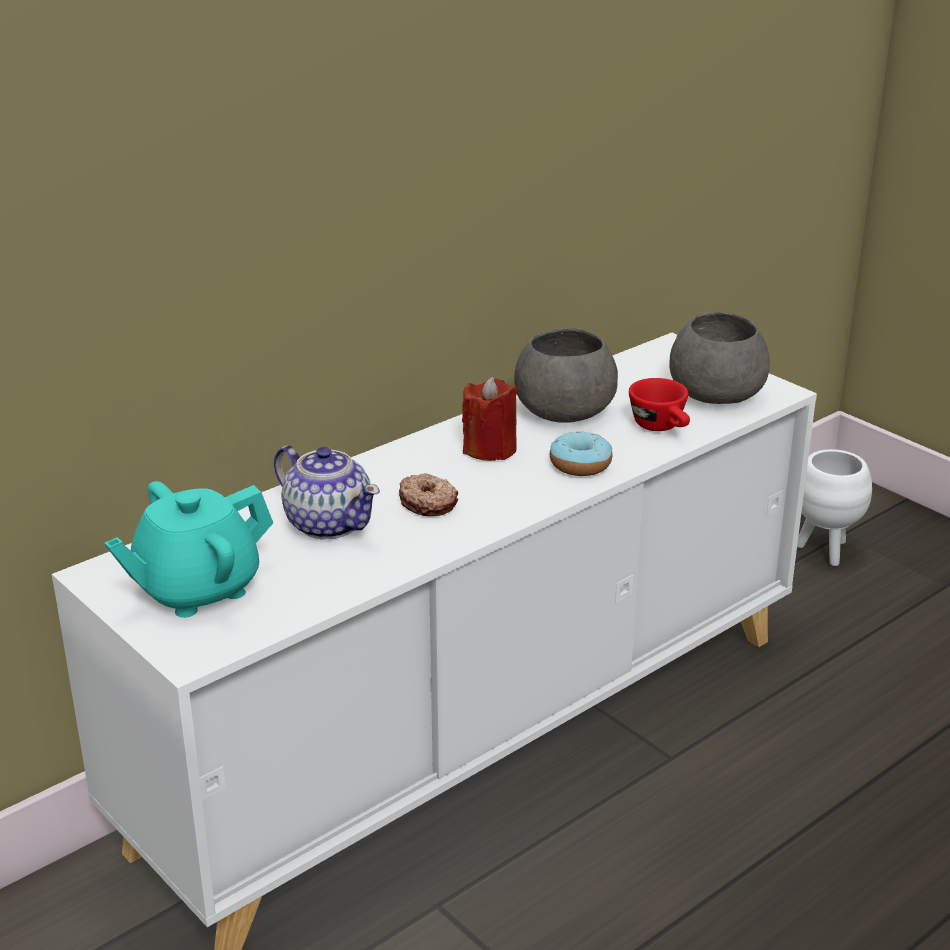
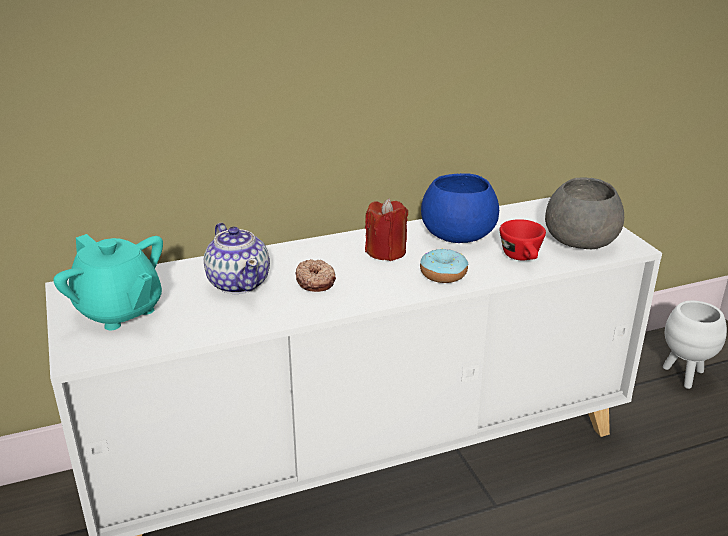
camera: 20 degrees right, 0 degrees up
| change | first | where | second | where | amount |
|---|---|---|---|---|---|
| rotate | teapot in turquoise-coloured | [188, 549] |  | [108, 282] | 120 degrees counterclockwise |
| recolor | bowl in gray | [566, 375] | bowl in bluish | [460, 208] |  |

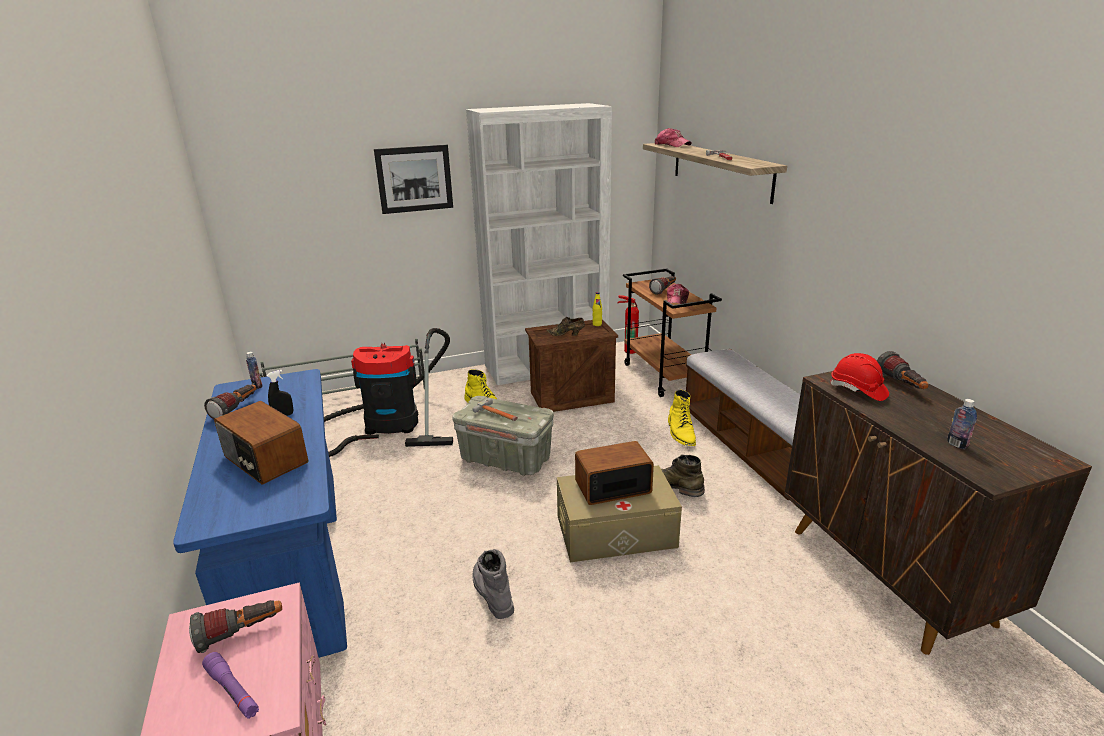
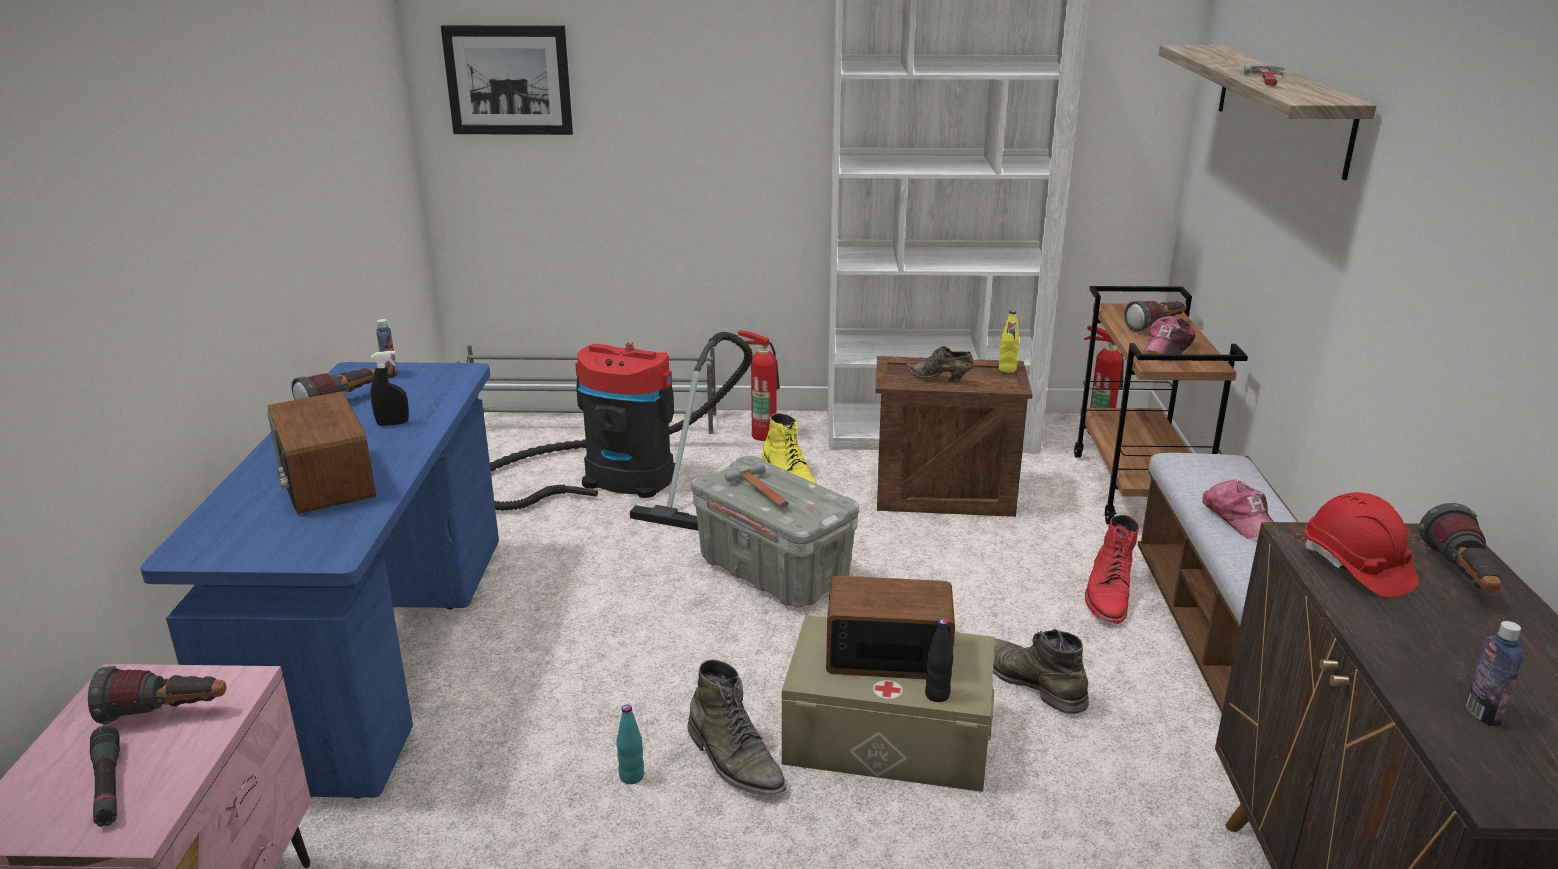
camera: 20 degrees right, 0 degrees up
| change | first | where | second | where | amount |
|---|---|---|---|---|---|
| recolor | hand torch in purple | [230, 685] | hand torch in black-coloured | [105, 776] |  |
| move | picture | [413, 179] |  | [507, 80] |  |
| replace | boot in gray | [493, 584] | bottle in turquoise-coloured | [630, 744] |  |
| insert |  |  | boot in greenish | [737, 727] |  |
| insert |  |  | fire extinguisher | [759, 385] |  |
| insert |  |  | bottle in black-coloured | [939, 660] |  |
| recolor | boot in yellowish | [682, 418] | boot in red | [1112, 569] |  |
| move | cap | [673, 137] |  | [1238, 509] |  |

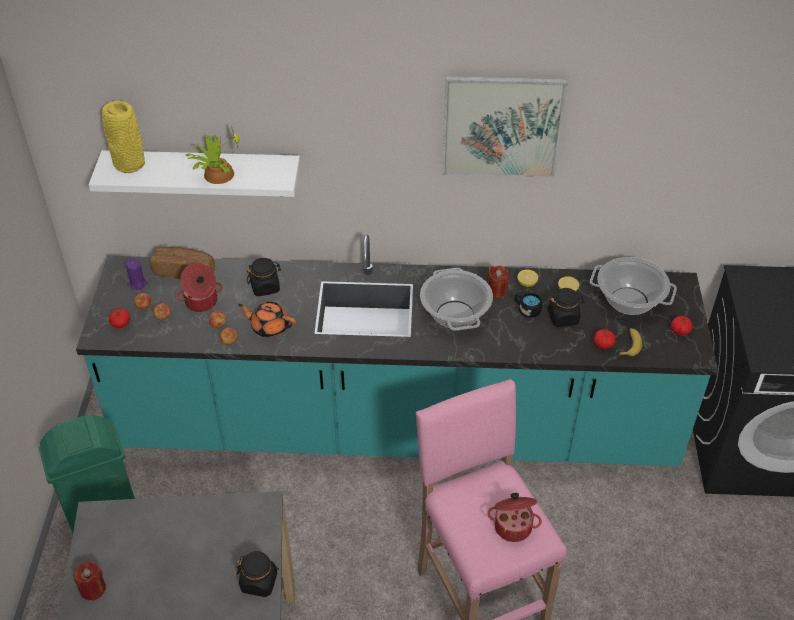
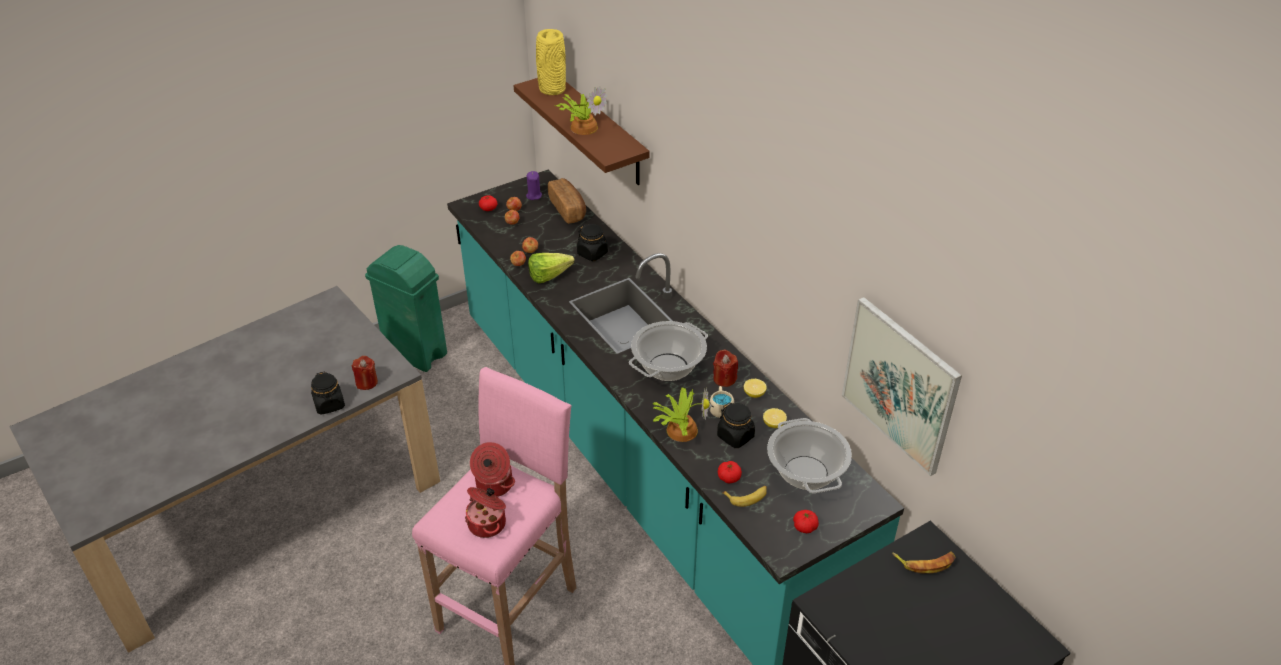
camera: 55 degrees right, 5 degrees down
| change | first | where | second | where | amount |
|---|---|---|---|---|---|
| move | candle in red | [89, 581] |  | [365, 373] |  |
| move | stockpot | [199, 287] |  | [492, 469] |  |
| recolor | bracket shelf in whitish | [194, 173] | bracket shelf in brown | [582, 131] |  |
| replace | teapot in orangey | [267, 319] | head of lettuce | [551, 268] |  |
| insert |  |  | houseplant | [681, 414] |  |
| recolor | coffee mug in black-coloured | [528, 305] | coffee mug in beige-coloured | [721, 402] |  |
| move | picture | [505, 127] |  | [902, 386] |  |
| insert |  |  | banana fruit | [924, 563] |  |

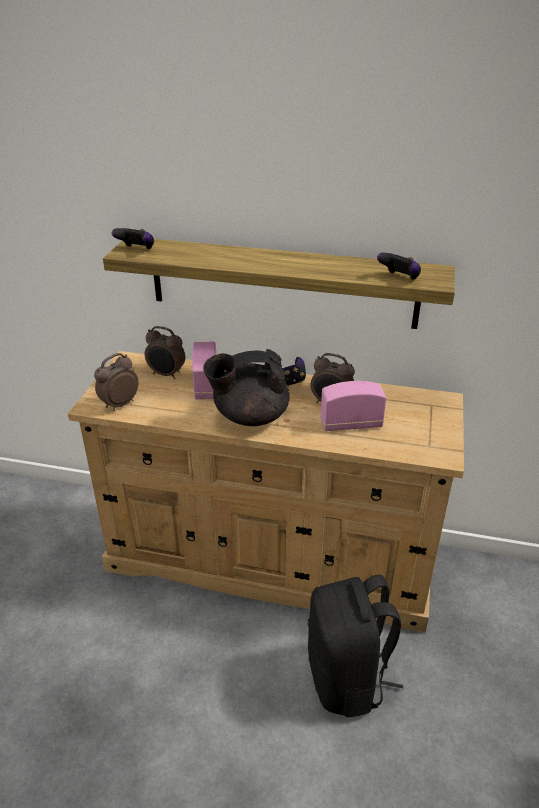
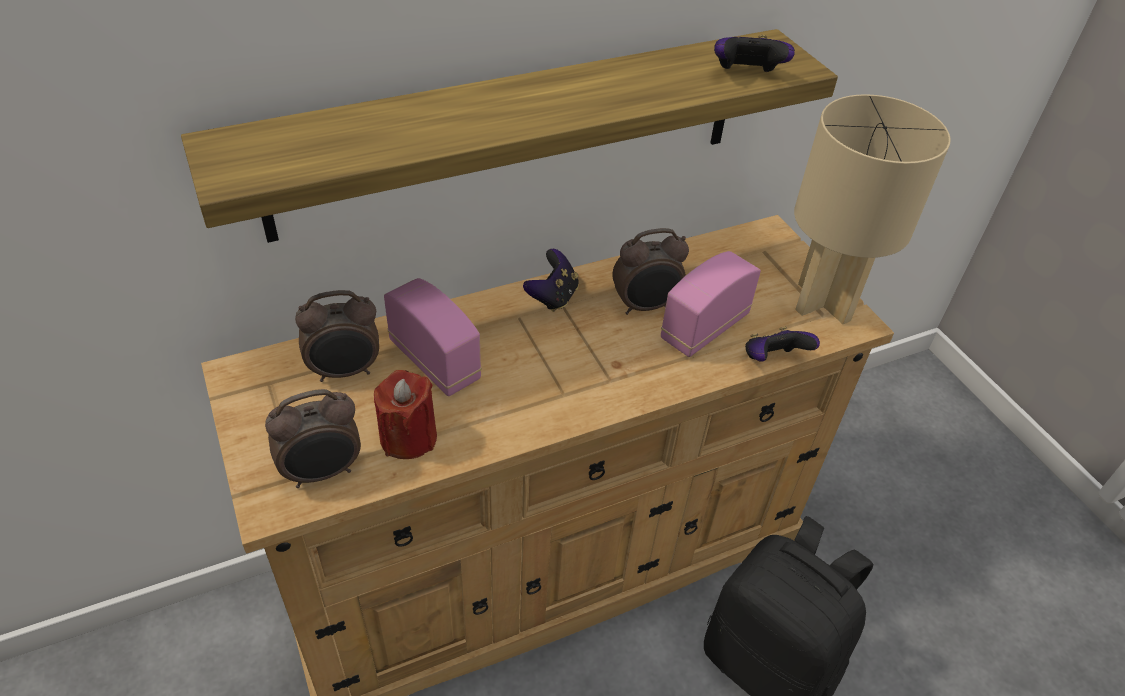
camera: 40 degrees left, 10 degrees up
| change | first | where | second | where | amount |
|---|---|---|---|---|---|
| rotate | alarm clock | [116, 382] |  | [313, 438] | 120 degrees counterclockwise |
| insert |  |  | candle in red | [405, 414] |  |
| move | gamepad | [133, 239] |  | [782, 344] |  |
| insert |  |  | lamp for a table in beige-coloured | [872, 209] |  |
| delete | teapot in black-coloured | [246, 387] |  |  |  |

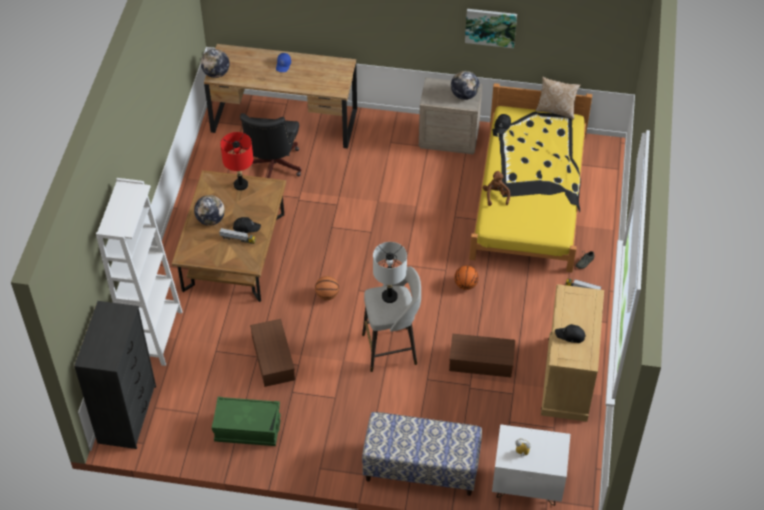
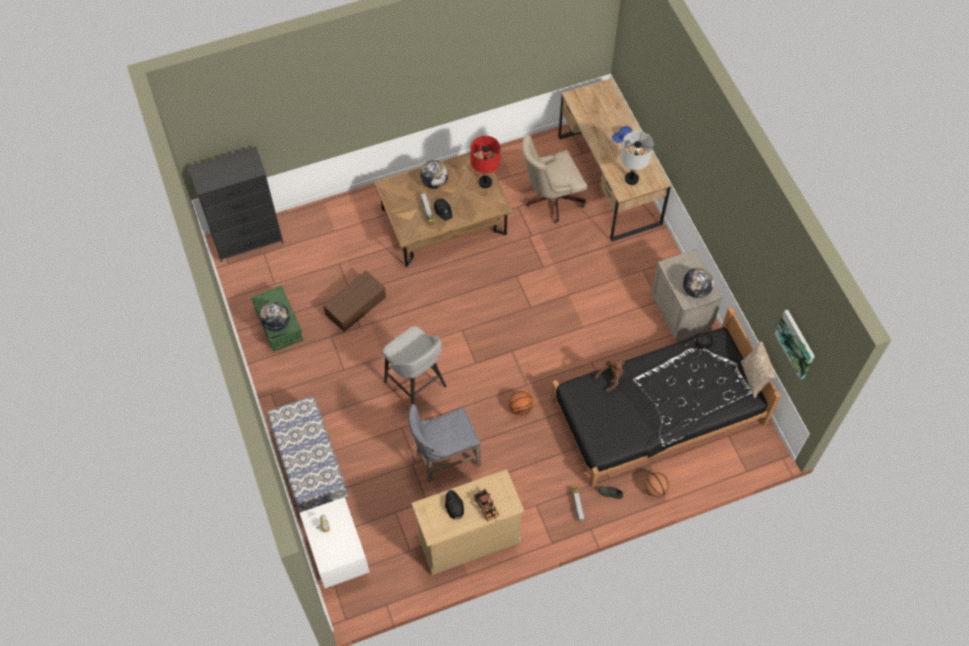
camera: 60 degrees right, 10 degrees up
| change | first | where | second | where | amount |
|---|---|---|---|---|---|
| move | desk globe | [215, 63] |  | [275, 316] |  |
| replace | storage bin in brown | [482, 355] | stool in gray | [444, 443] |  |
| insert |  |  | toy lorry | [486, 505] |  |
| recolor | computer chair in black-coloured | [270, 145] | computer chair in beige-coloured | [554, 179] |  |
| recolor | bedroom bed in yellowish | [530, 177] | bedroom bed in black-coloured | [666, 397] |  |
| move | lamp for a table in gray | [390, 272] |  | [636, 158] |  |
| move | basketball | [327, 288] |  | [657, 484] |  |
| move | picture | [491, 28] |  | [795, 345] |  |
| delete | bookshelf in whitish | [139, 272] |  |  |  |

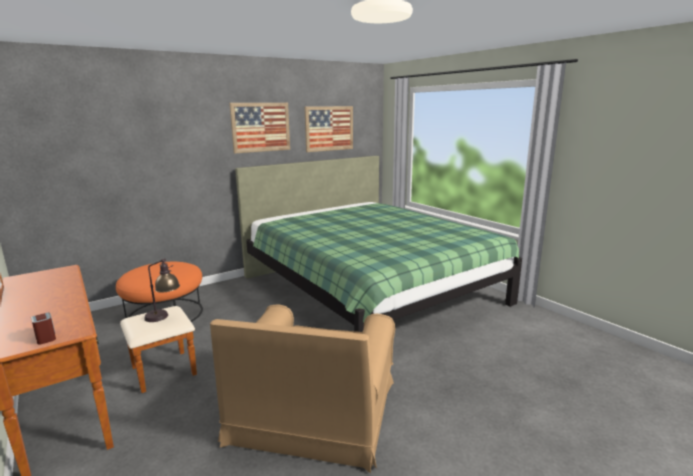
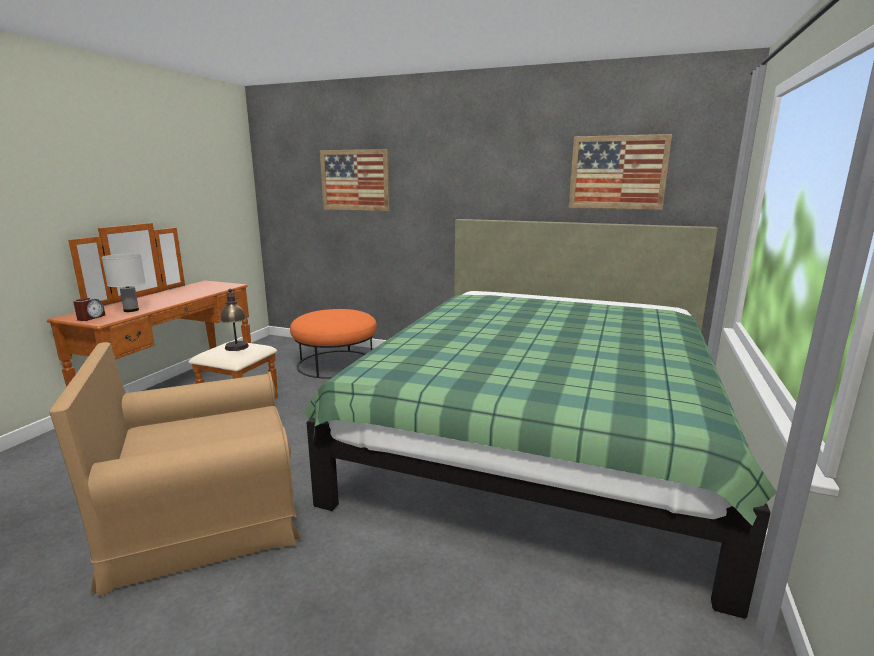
camera: 55 degrees right, 0 degrees up
| change | first | where | second | where | amount |
|---|---|---|---|---|---|
| insert |  |  | lamp for a table in whitish | [124, 283] |  |
| move | picture | [259, 128] |  | [355, 180] |  |

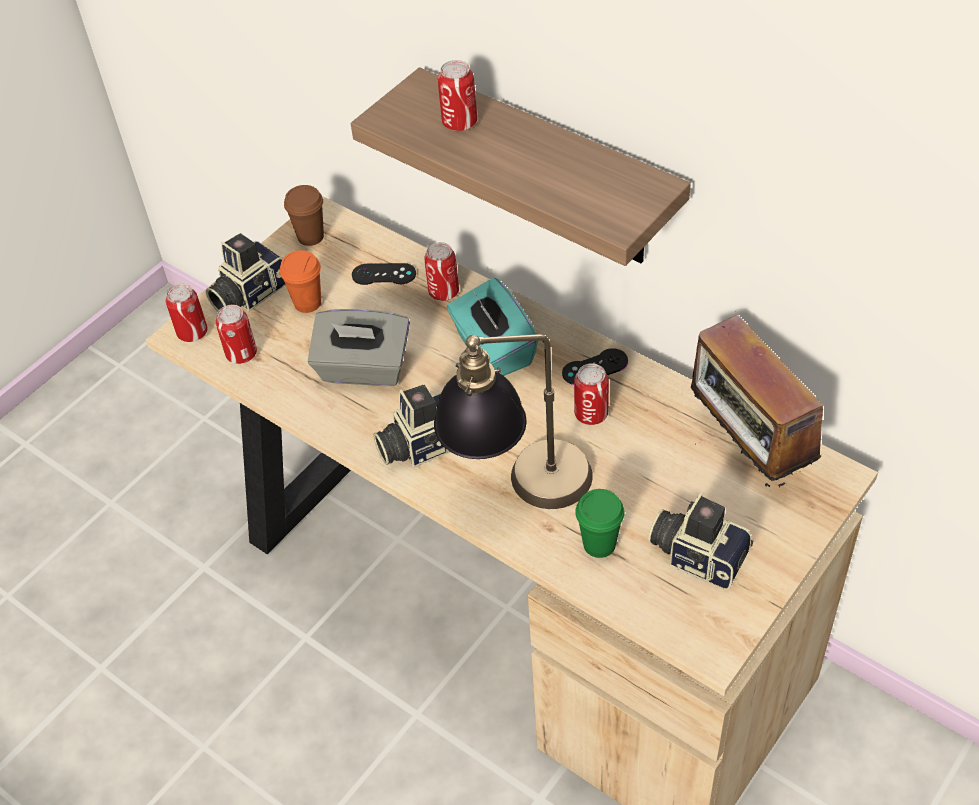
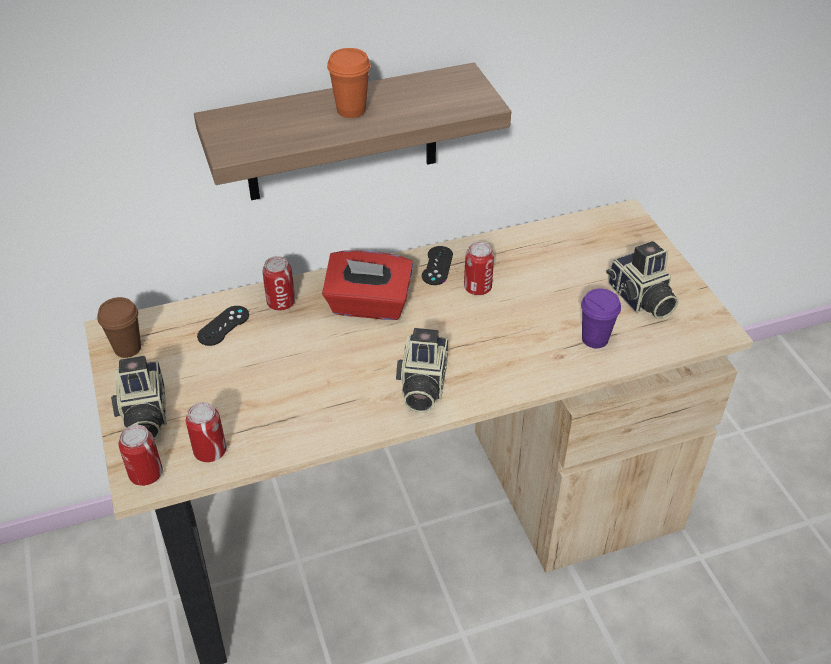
camera: 60 degrees left, 5 degrees down
| change | first | where | second | where | amount |
|---|---|---|---|---|---|
| recolor | tissue holder in turquoise-coloured | [492, 327] | tissue holder in red | [367, 285] |  |
| move | drinking cup in orangey | [300, 281] |  | [349, 83] |  |
| recolor | drinking cup in greenish | [599, 523] | drinking cup in purple | [601, 318] |  |
| rotate | photo camera | [700, 541] |  | [642, 280] | 90 degrees counterclockwise |
| delete | tissue holder in gray | [359, 347] |  |  |  |
| delete | lamp for a table | [513, 421] |  |  |  |
| delete | can | [457, 95] |  |  |  |
| delete | radio receiver | [757, 403] |  |  |  |

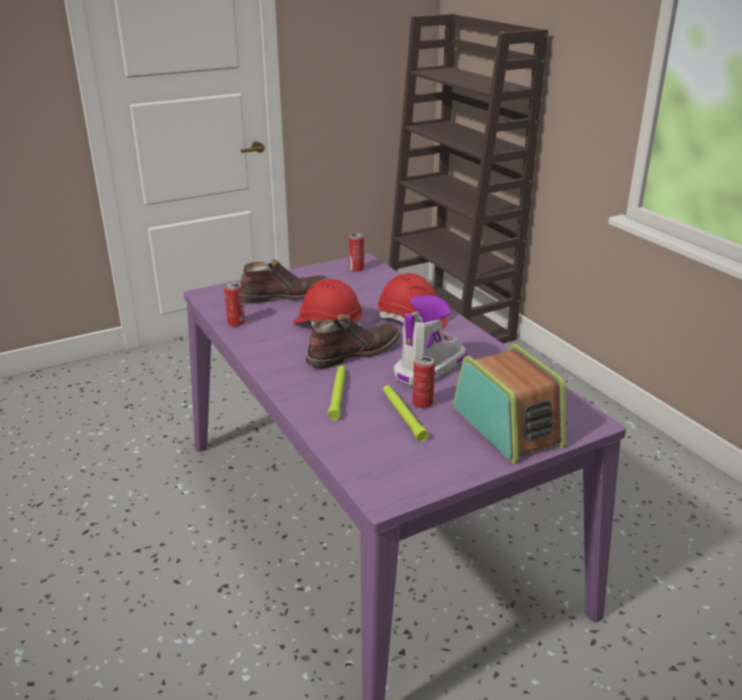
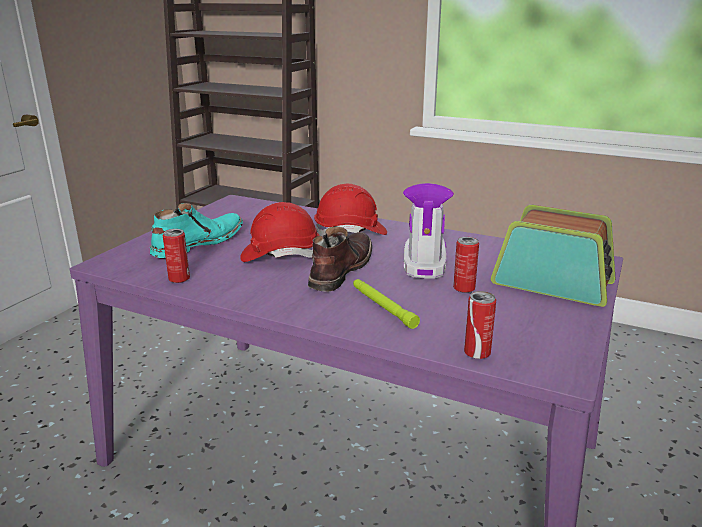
camera: 35 degrees left, 5 degrees down
| change | first | where | second | where | amount |
|---|---|---|---|---|---|
| recolor | boot in brown | [284, 281] | boot in turquoise-coloured | [196, 230] |  |
| move | can | [356, 252] |  | [480, 325] |  |
| delete | hand torch in greenish | [406, 413] |  |  |  |

